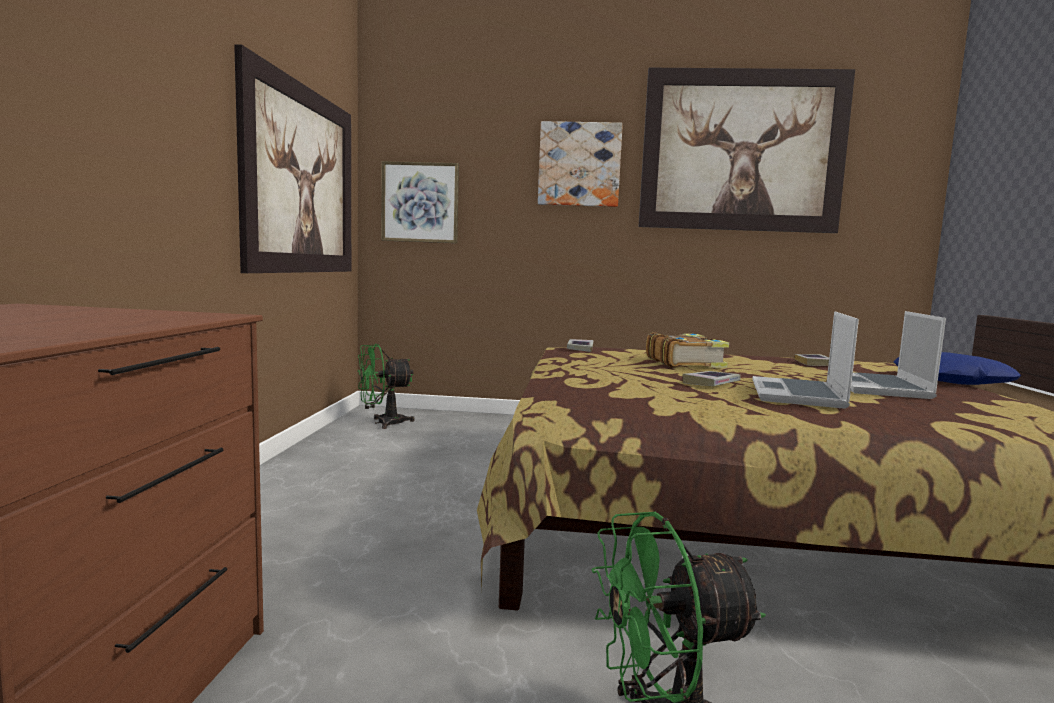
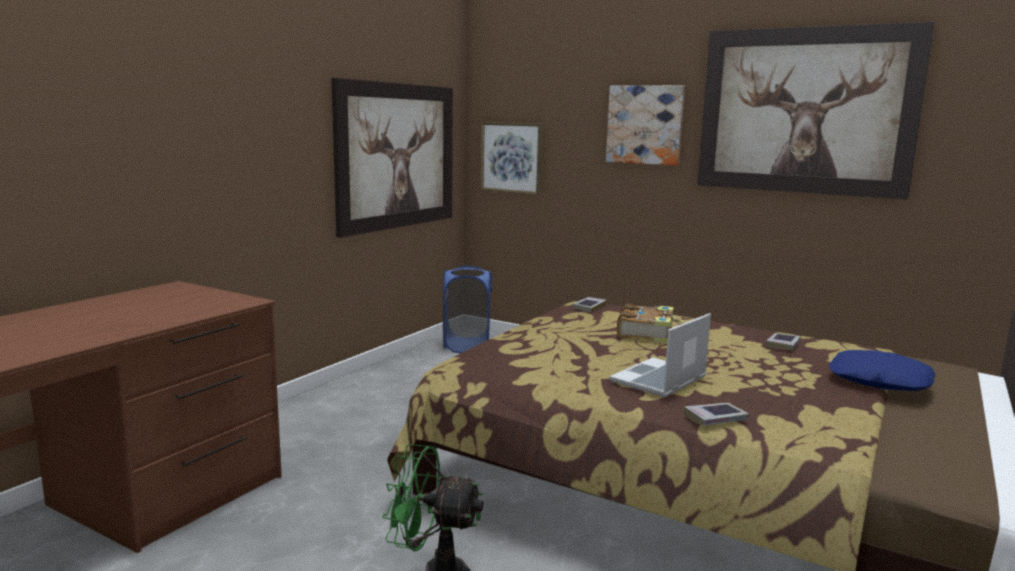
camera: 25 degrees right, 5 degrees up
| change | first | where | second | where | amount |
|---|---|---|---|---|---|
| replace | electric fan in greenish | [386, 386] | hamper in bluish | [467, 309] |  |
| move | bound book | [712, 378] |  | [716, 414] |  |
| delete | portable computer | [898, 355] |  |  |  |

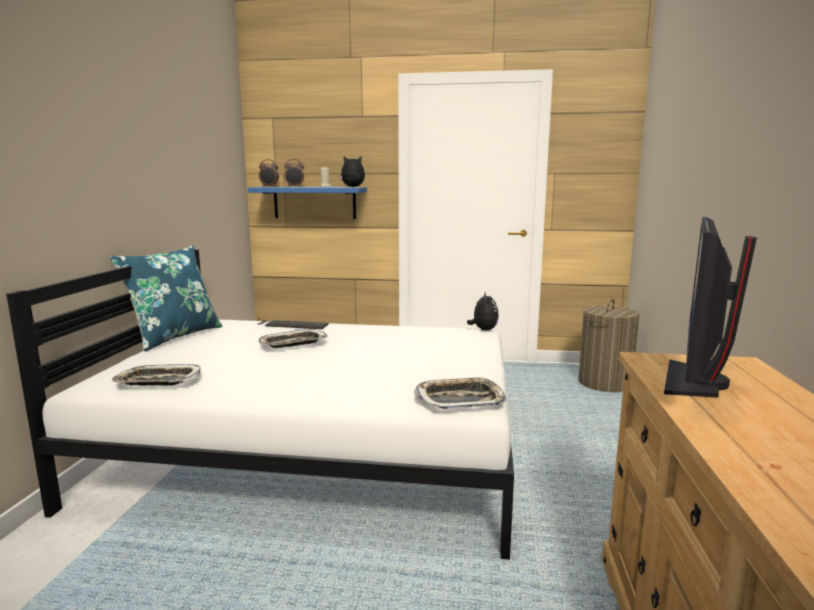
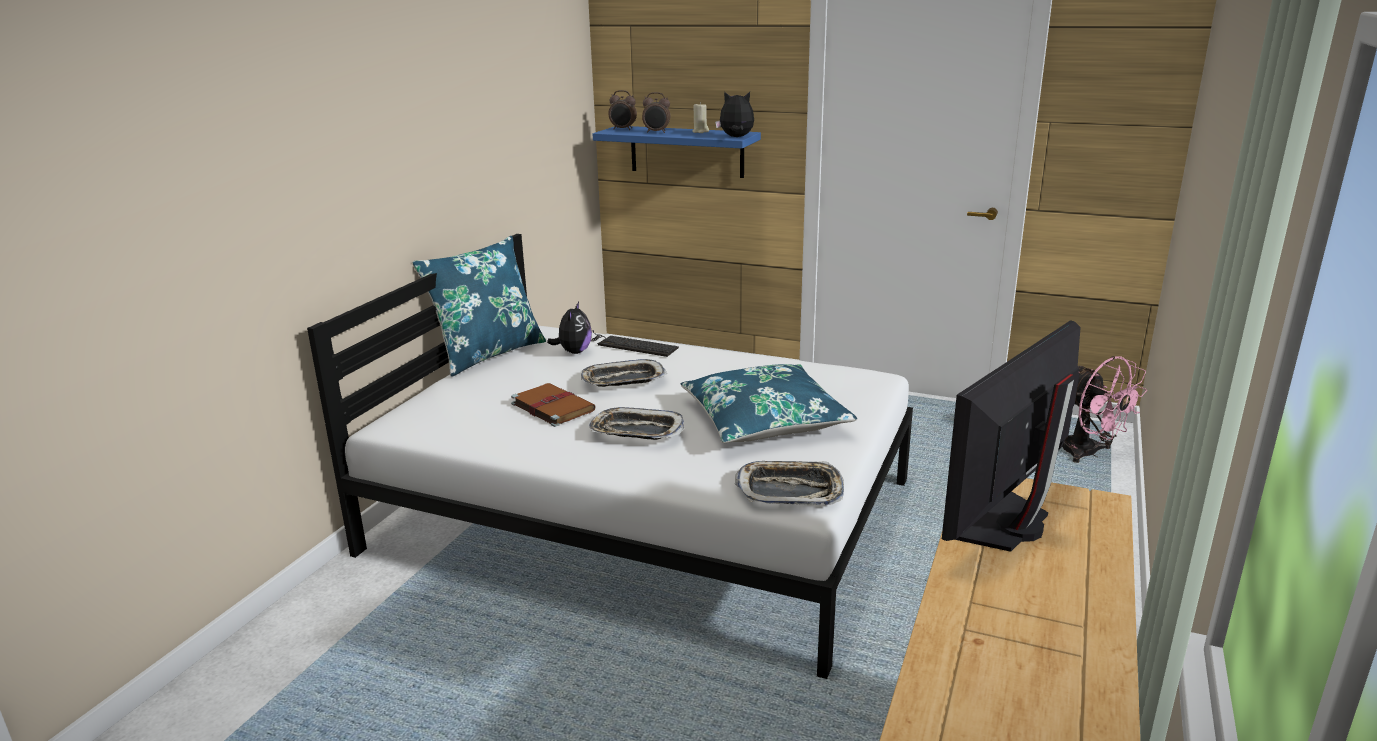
camera: 15 degrees right, 10 degrees up
| change | first | where | second | where | amount |
|---|---|---|---|---|---|
| insert |  |  | bound book in brown | [553, 405] |  |
| move | soft toy | [483, 311] |  | [569, 328] |  |
| move | carrying tray | [156, 375] |  | [636, 423] |  |
| insert |  |  | throw pillow in bluish | [769, 403] |  |
| replace | hamper | [609, 345] | electric fan in pinkish | [1105, 409] |  |

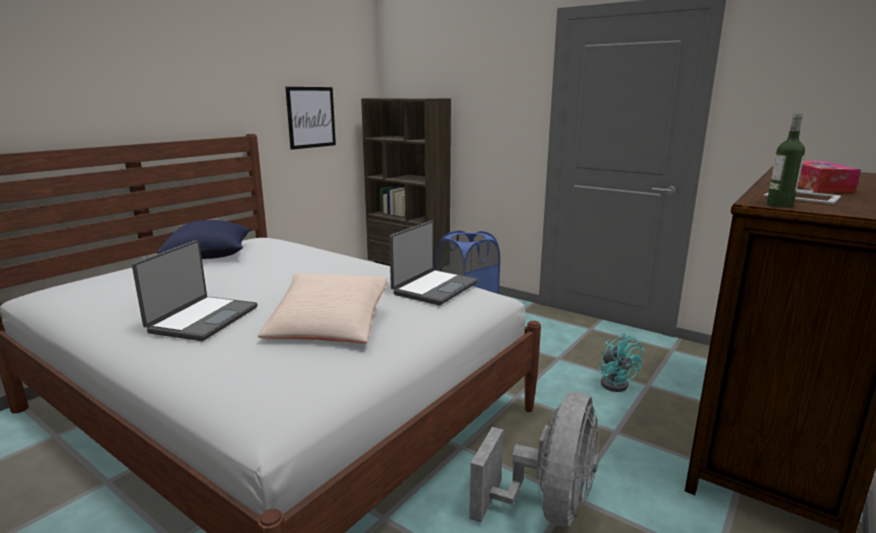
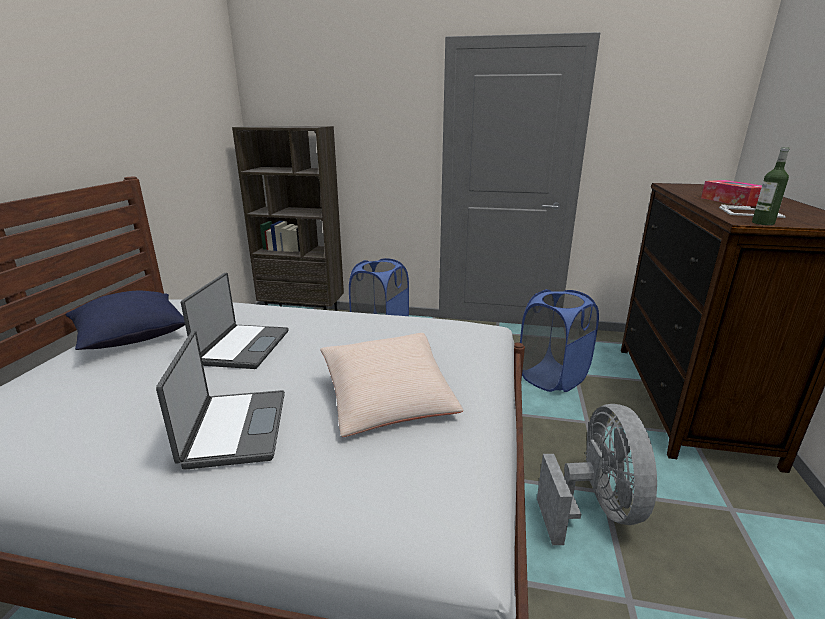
camera: 25 degrees left, 5 degrees up
| change | first | where | second | where | amount |
|---|---|---|---|---|---|
| move | portable computer | [433, 263] |  | [235, 321] |  |
| replace | electric fan in turquoise-coloured | [621, 362] | hamper in bluish | [559, 340] |  |
| delete | picture | [310, 118] |  |  |  |

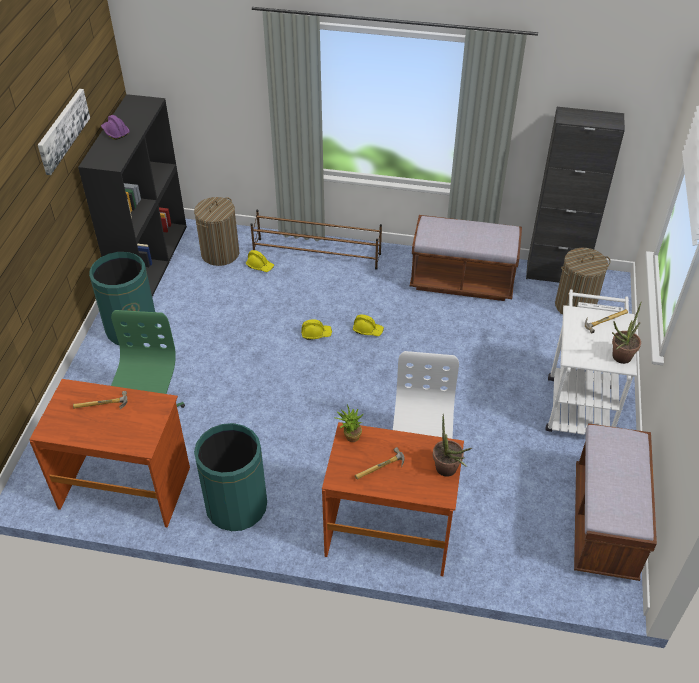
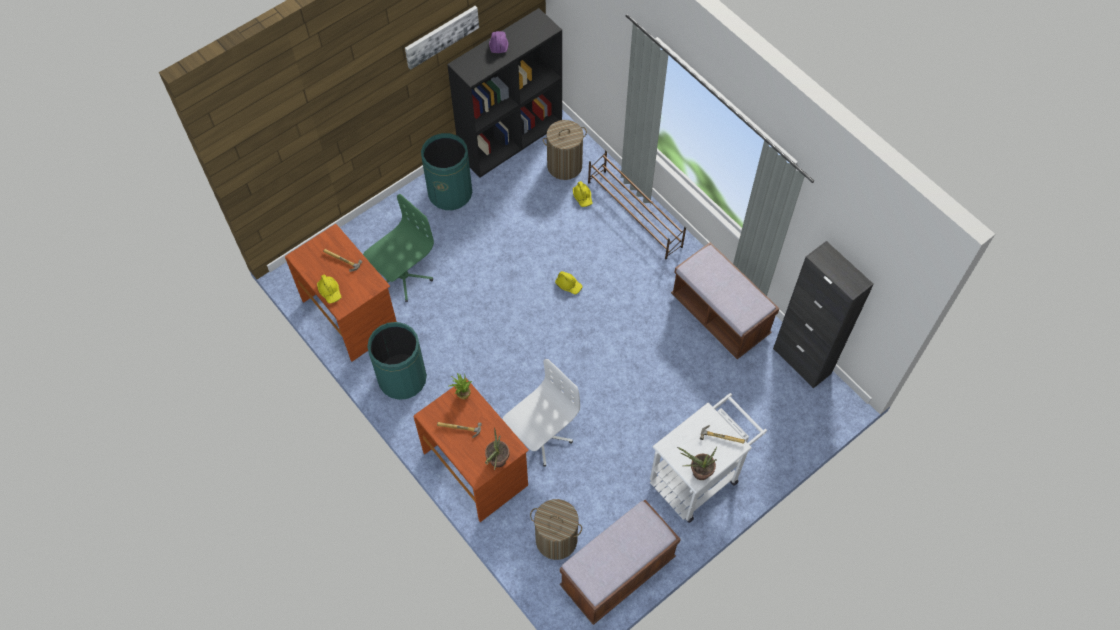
camera: 40 degrees right, 15 degrees up
| change | first | where | second | where | amount |
|---|---|---|---|---|---|
| move | safety helmet in yellowish | [368, 325] |  | [329, 288] |  |
| move | hamper | [583, 281] |  | [556, 529] |  |

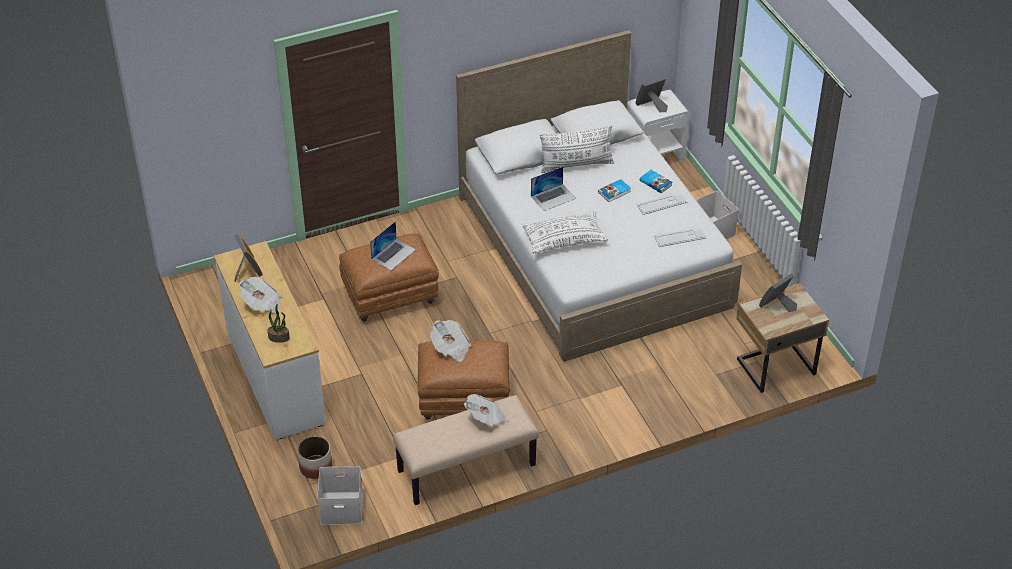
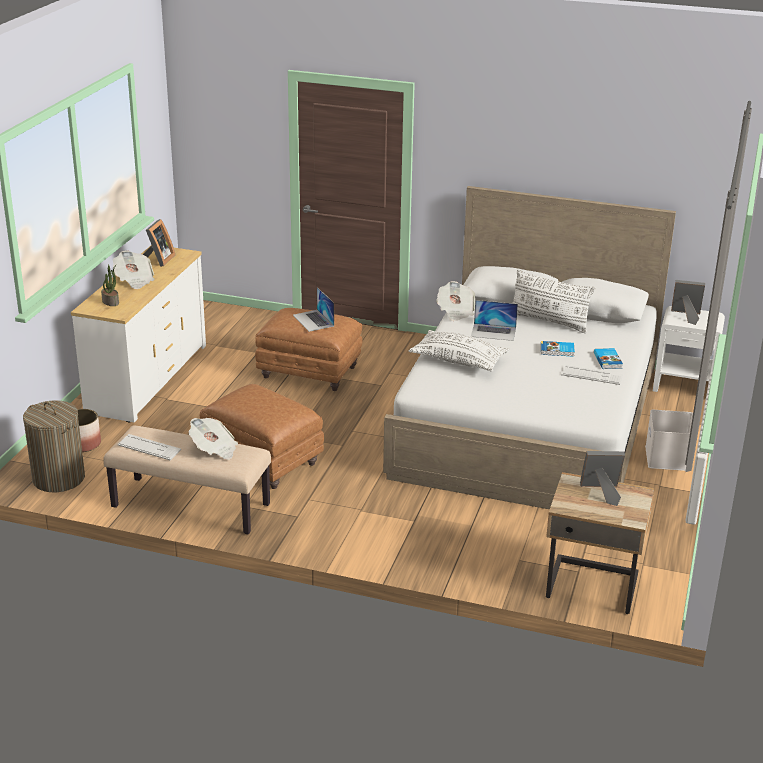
camera: 40 degrees right, 15 degrees down
| change | first | where | second | where | amount |
|---|---|---|---|---|---|
| replace | storage bin in whitish | [340, 495] | hamper | [54, 446] |  |
| move | keyboard | [680, 237] |  | [149, 447] |  |
| rotate | portable computer | [393, 245] |  | [313, 309] | 75 degrees clockwise |
| move | daily paper | [450, 341] |  | [455, 301] |  |

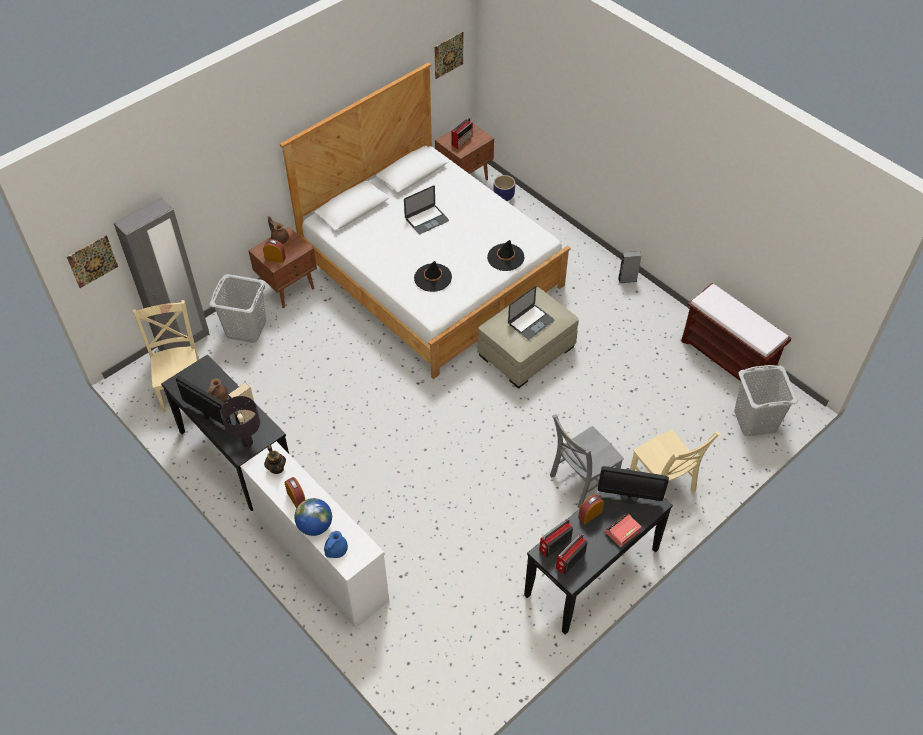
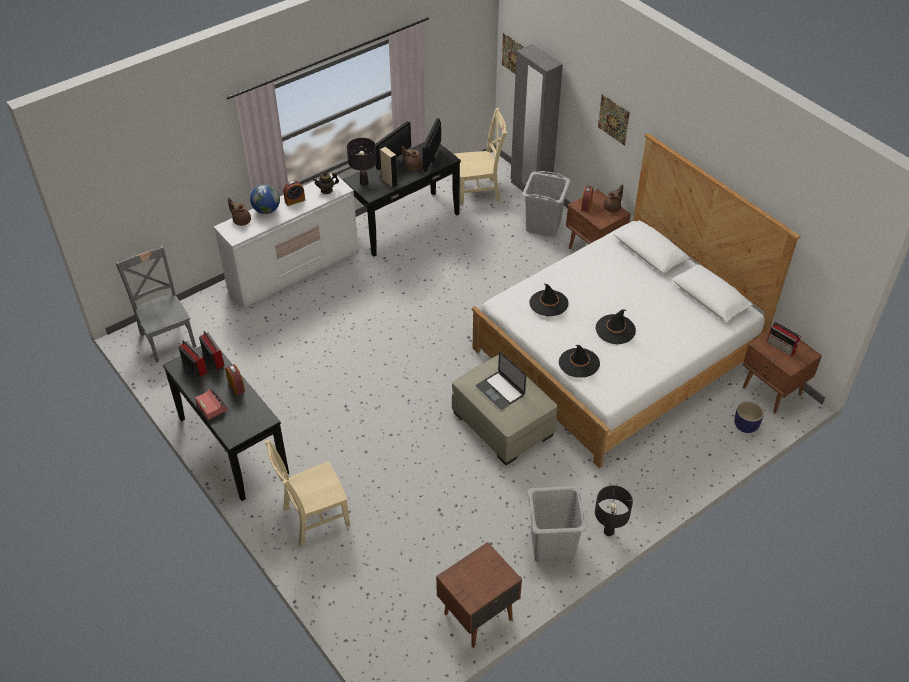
camera: 95 degrees right, 5 degrees down
| change | first | where | second | where | amount |
|---|---|---|---|---|---|
| move | upright chair in gray | [587, 461] |  | [156, 304] |  |
| recolor | teapot in bluish | [336, 544] | teapot in brown | [239, 212] |  |
| move | computer screen | [633, 485] |  | [432, 145] |  |
| replace | indoor bench in brown | [736, 332] | bedside table in brown | [479, 595] |  |
| move | hamper in gray | [766, 400] |  | [557, 524] |  |
| replace | speaker in gray | [629, 267] | lamp for a table in black-coloured | [614, 510] |  |
| insert |  |  | hat in black-coloured | [616, 326] |  |
| move | picture | [448, 55] |  | [614, 120] |  |
| delete | portable computer | [426, 209] |  |  |  |

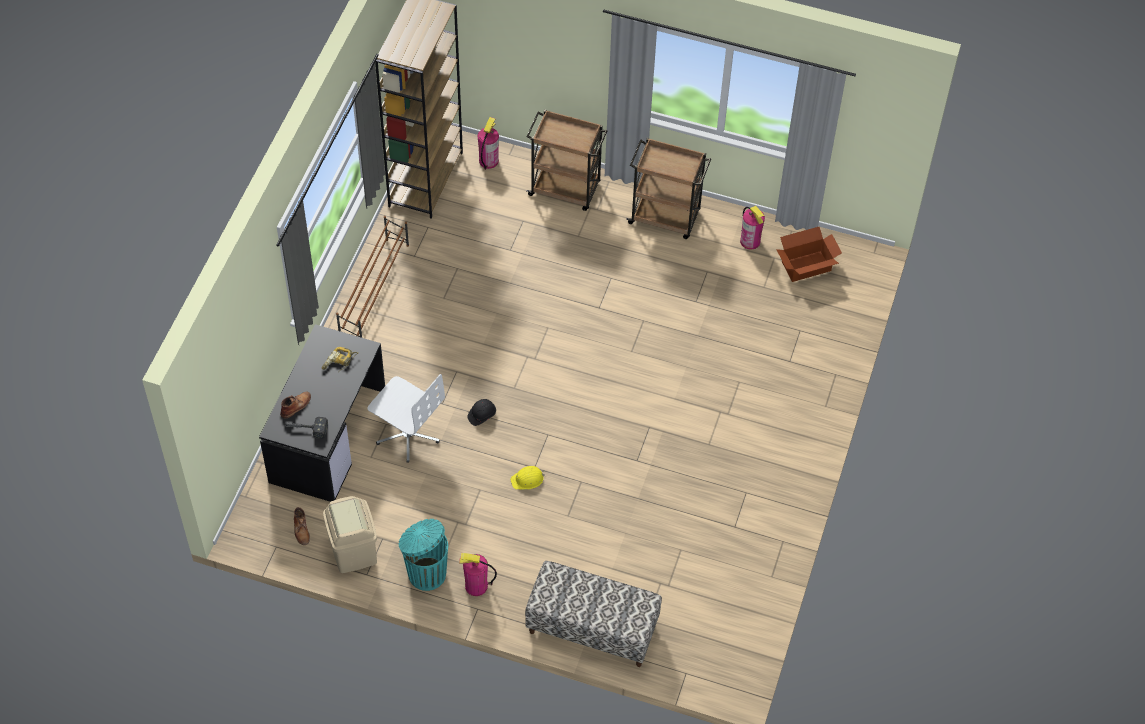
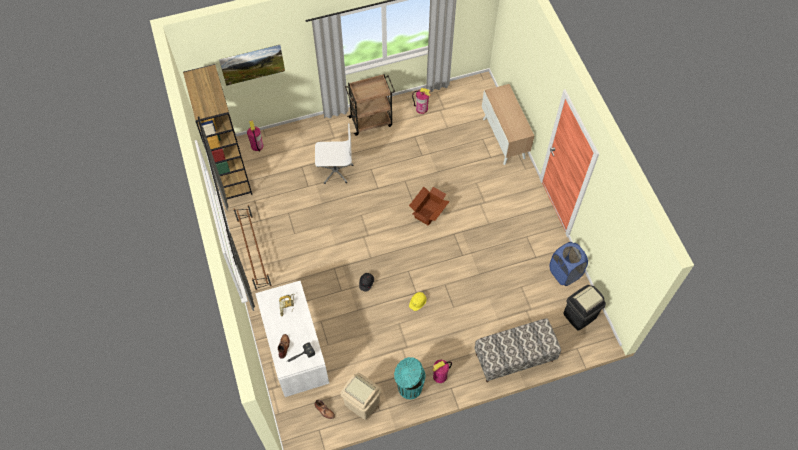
camera: 35 degrees left, 5 degrees up
| change | first | where | second | where | amount |
|---|---|---|---|---|---|
| insert |  |  | picture | [252, 65] |  |
| recolor | desk unit in black-coloured | [322, 413] | desk unit in whitish | [292, 339] |  |
| move | computer chair in whitish | [406, 418] |  | [334, 153] |  |
| move | packing box | [809, 254] |  | [429, 206] |  |
| insert |  |  | storage cabinet | [508, 124] |  |
| insert |  |  | hamper in bluish | [569, 264] |  |
| insert |  |  | waste bin in black-coloured | [584, 308] |  |
| delete | trolley in brown | [567, 160] |  |  |  |

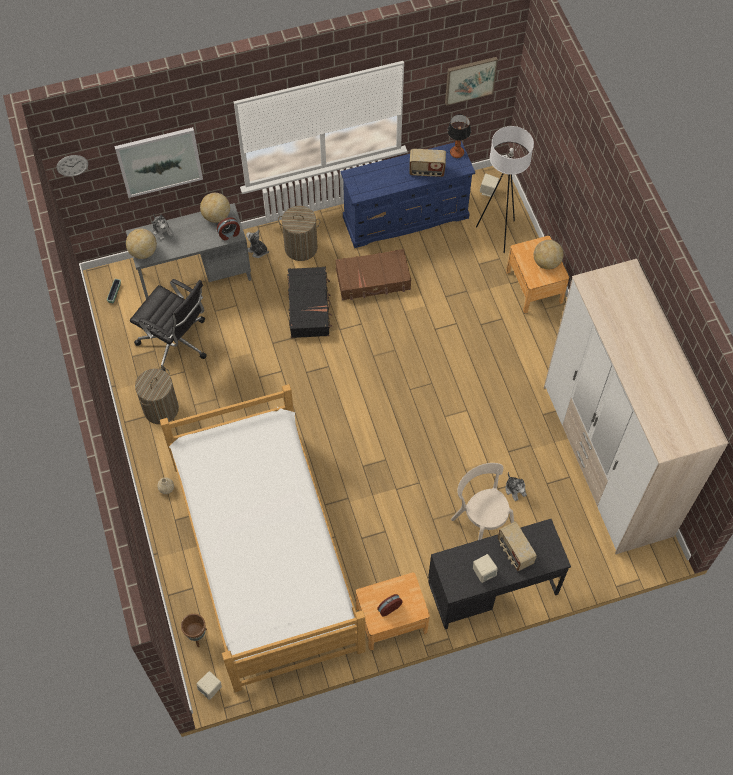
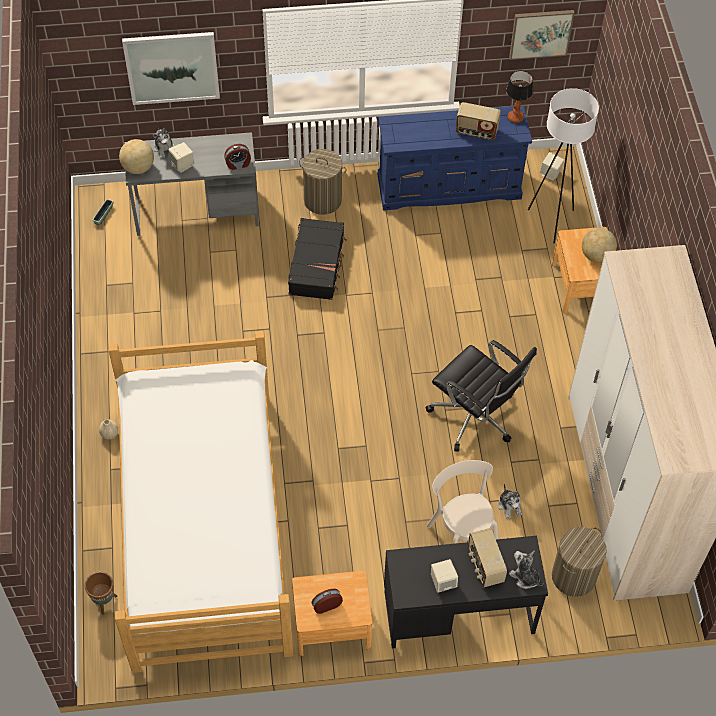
camera: 10 degrees right, 5 degrees down
| change | first | where | second | where | amount |
|---|---|---|---|---|---|
| move | speaker in beige-coloured | [209, 685] |  | [181, 157] |  |
| move | computer chair in black-coloured | [168, 325] |  | [481, 396] |  |
| move | soft toy | [257, 244] |  | [526, 570] |  |
| move | hamper | [157, 395] |  | [579, 562] |  |
| delete | wall clock | [72, 166] |  |  |  |
| delete | desk globe | [215, 208] |  |  |  |
| delete | suitcase in brown | [373, 274] |  |  |  |

